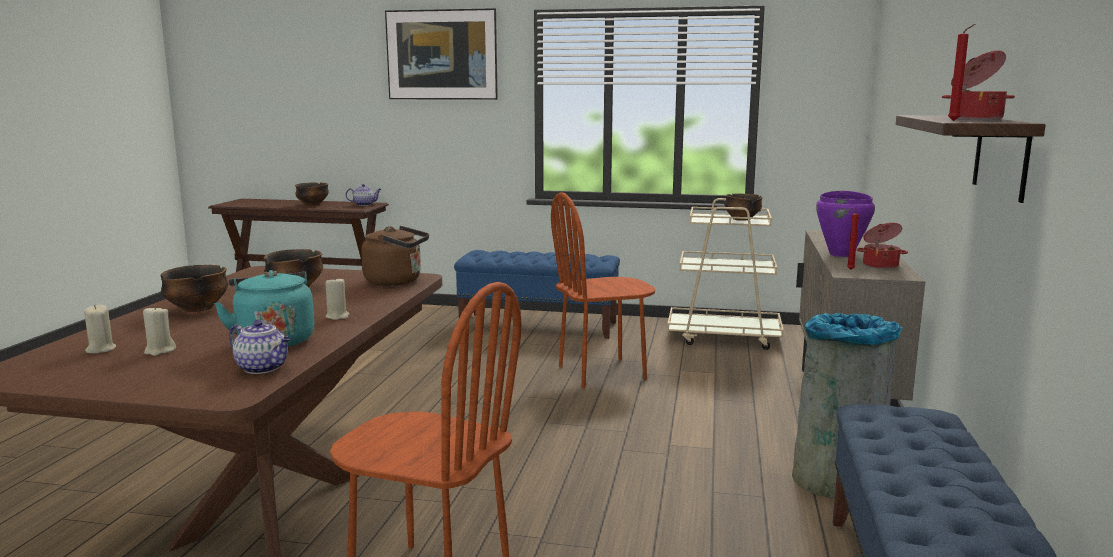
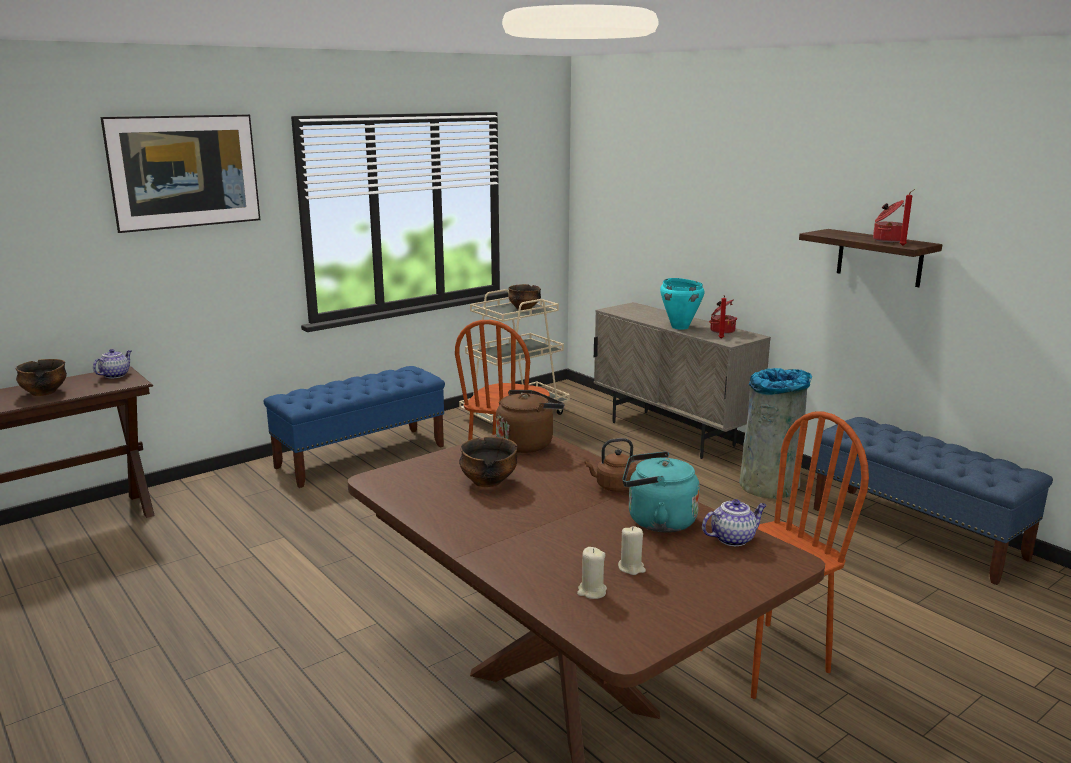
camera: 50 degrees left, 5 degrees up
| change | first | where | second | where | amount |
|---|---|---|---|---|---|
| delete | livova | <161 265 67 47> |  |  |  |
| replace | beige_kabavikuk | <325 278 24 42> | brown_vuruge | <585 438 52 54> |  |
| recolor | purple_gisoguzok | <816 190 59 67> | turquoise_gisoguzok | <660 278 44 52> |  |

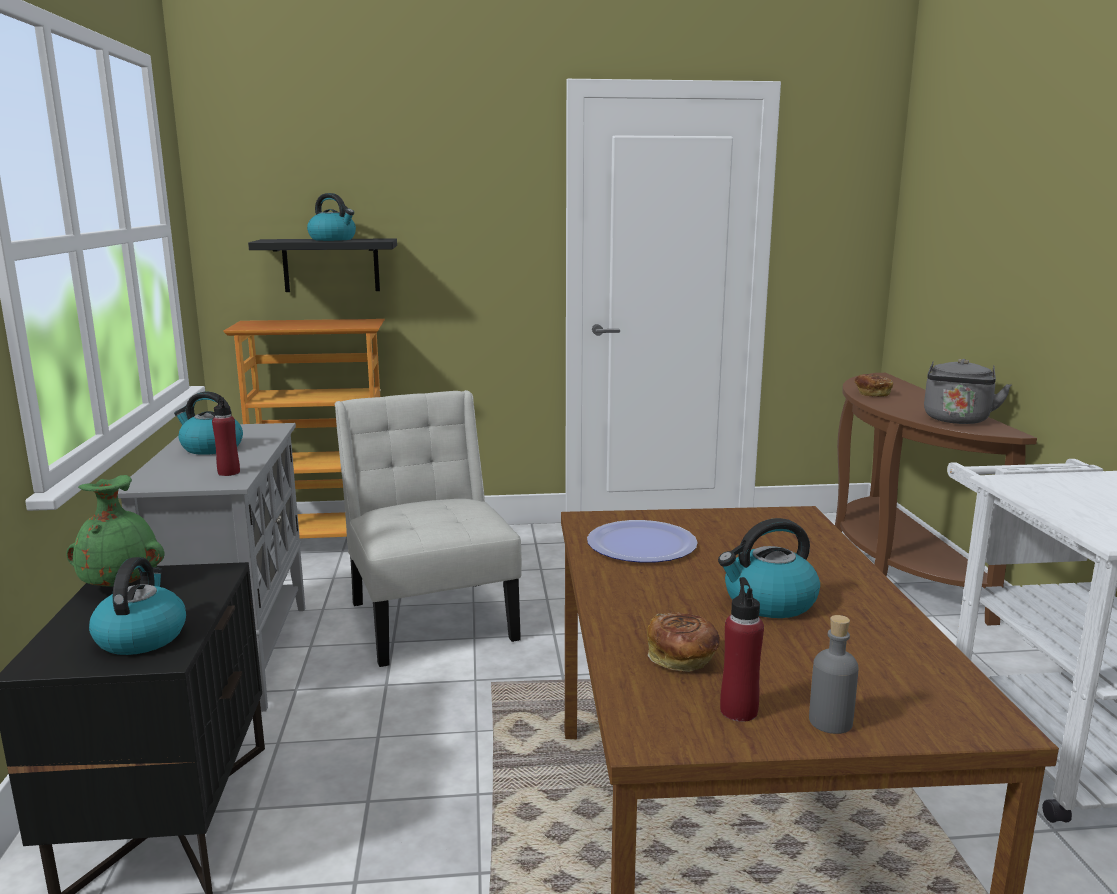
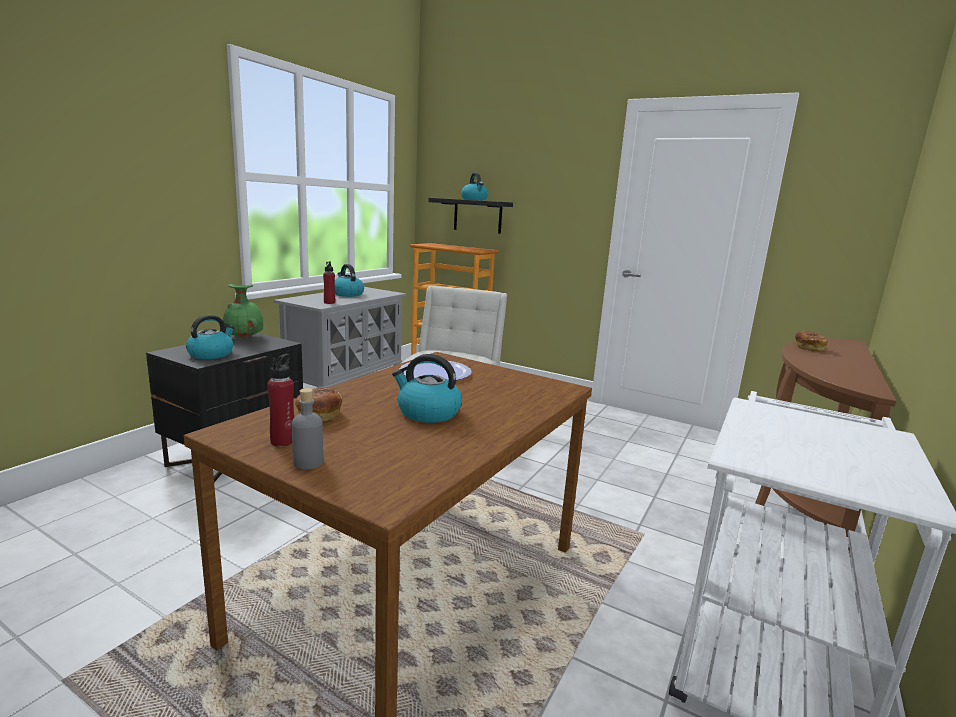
camera: 35 degrees right, 0 degrees up
| change | first | where | second | where | amount |
|---|---|---|---|---|---|
| delete | grey_vuruge | <924 359 88 65> |  |  |  |

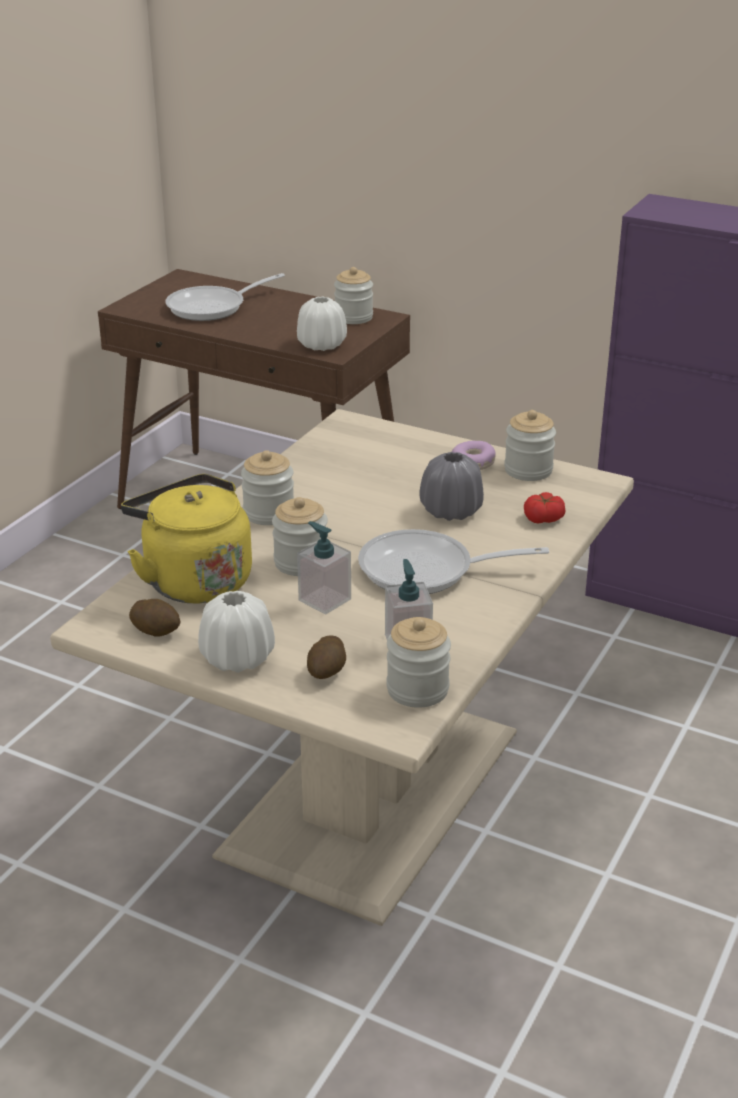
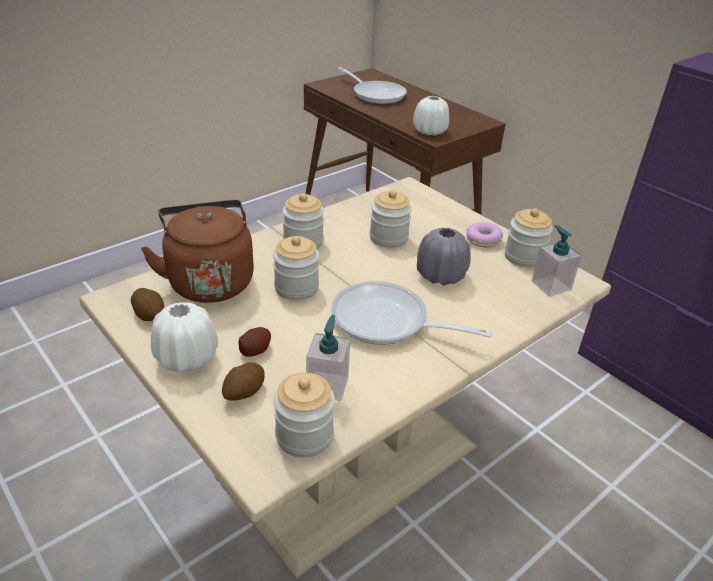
camera: 20 degrees right, 5 degrees up
| change | first | where | second | where | amount |
|---|---|---|---|---|---|
| delete | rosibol | <524 492 41 32> |  |  |  |
| insert |  |  | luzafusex | <238 327 33 30> |  |
| move | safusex | <297 521 54 93> |  | <531 225 51 72> |  |
| move | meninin | <334 267 39 57> |  | <369 190 43 58> |  |
| recolor | yellow_vuruge | <121 474 131 129> | brown_vuruge | <141 200 113 103> |  |
| rotate | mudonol | <165 273 120 48> |  | <338 67 69 37> | 120 degrees counterclockwise |

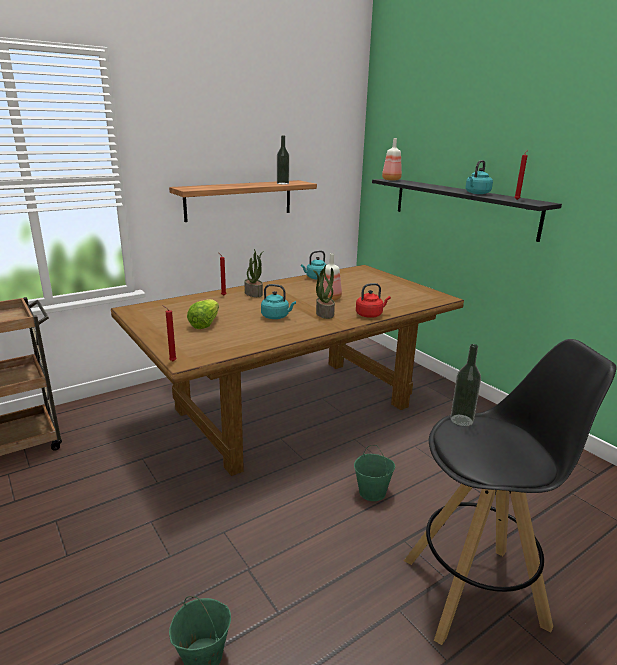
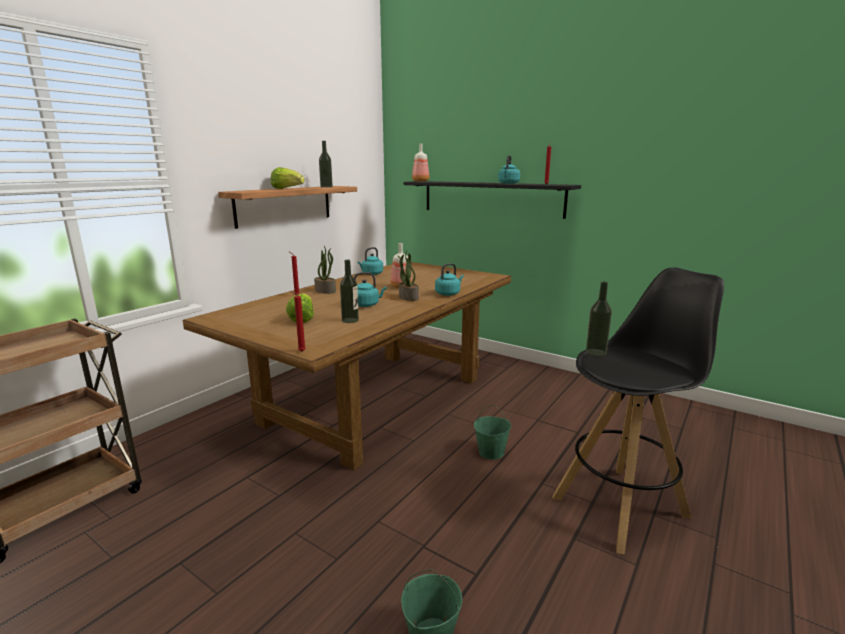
camera: 20 degrees left, 5 degrees down
| change | first | where | second | where | amount |
|---|---|---|---|---|---|
| insert |  |  | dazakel | <271 167 34 22> |  |
| insert |  |  | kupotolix | <340 259 19 64> |  |
| recolor | red_vuruge | <356 283 35 35> | turquoise_vuruge | <435 263 29 33> |  |

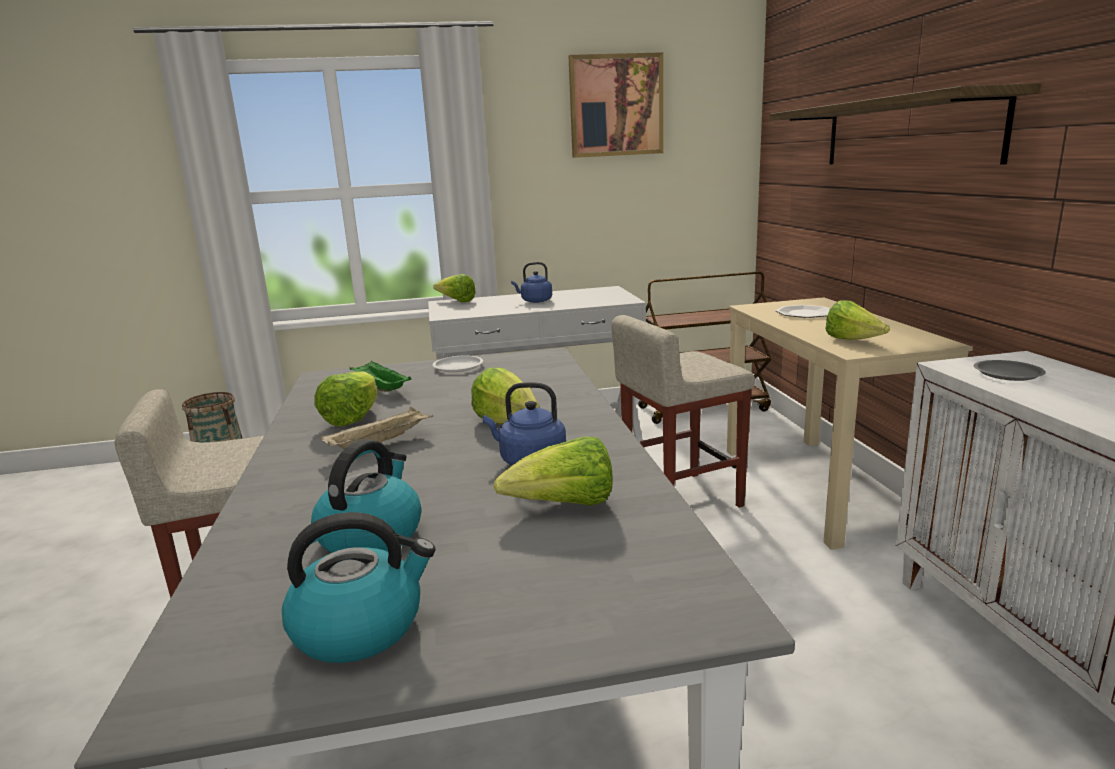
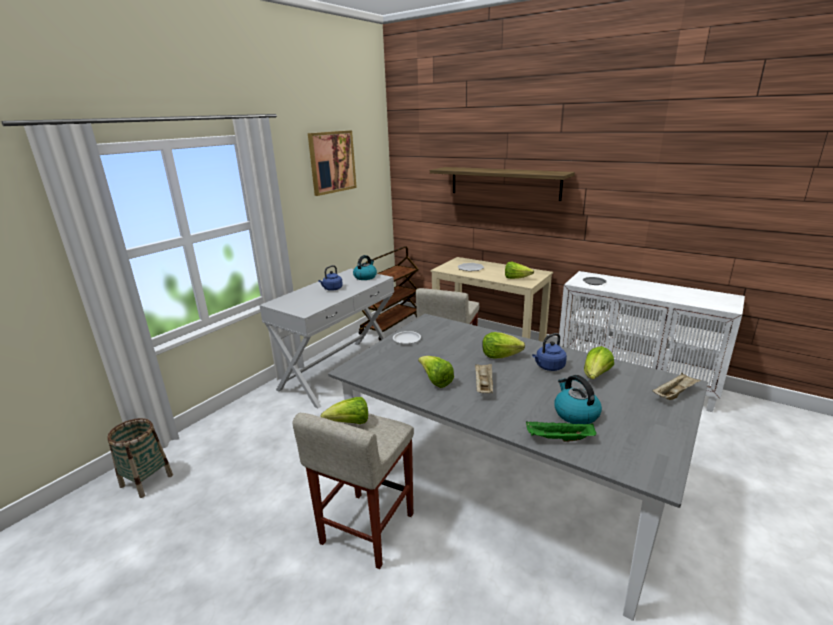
camera: 45 degrees left, 5 degrees up
| change | first | where | second | where | amount |
|---|---|---|---|---|---|
| insert |  |  | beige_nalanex | <653 372 48 28> |  |
| move | vuruge | <282 512 153 151> |  | <353 255 24 25> |  |
| move | green_nalanex | <350 360 61 32> |  | <526 422 71 20> |  |
| move | dazakel | <433 274 43 28> |  | <320 397 48 27> |  |

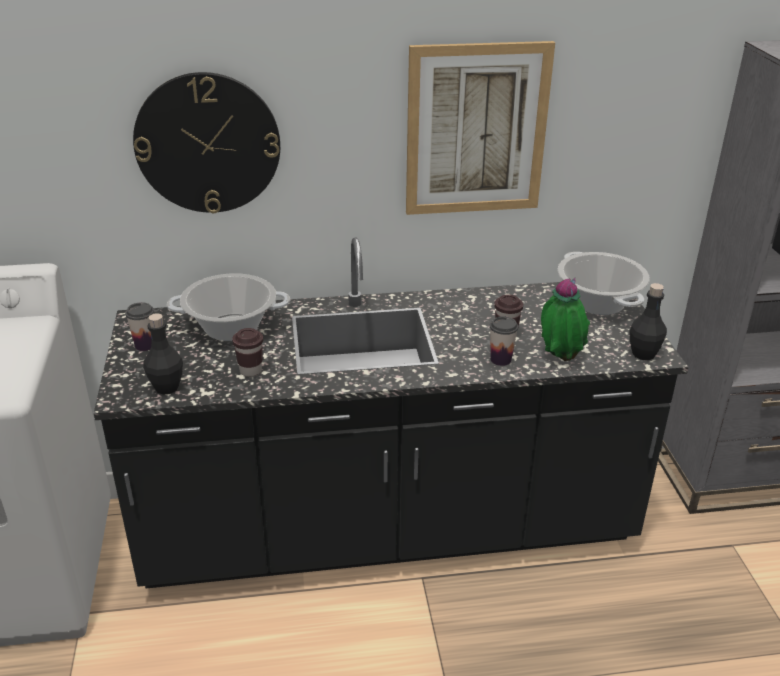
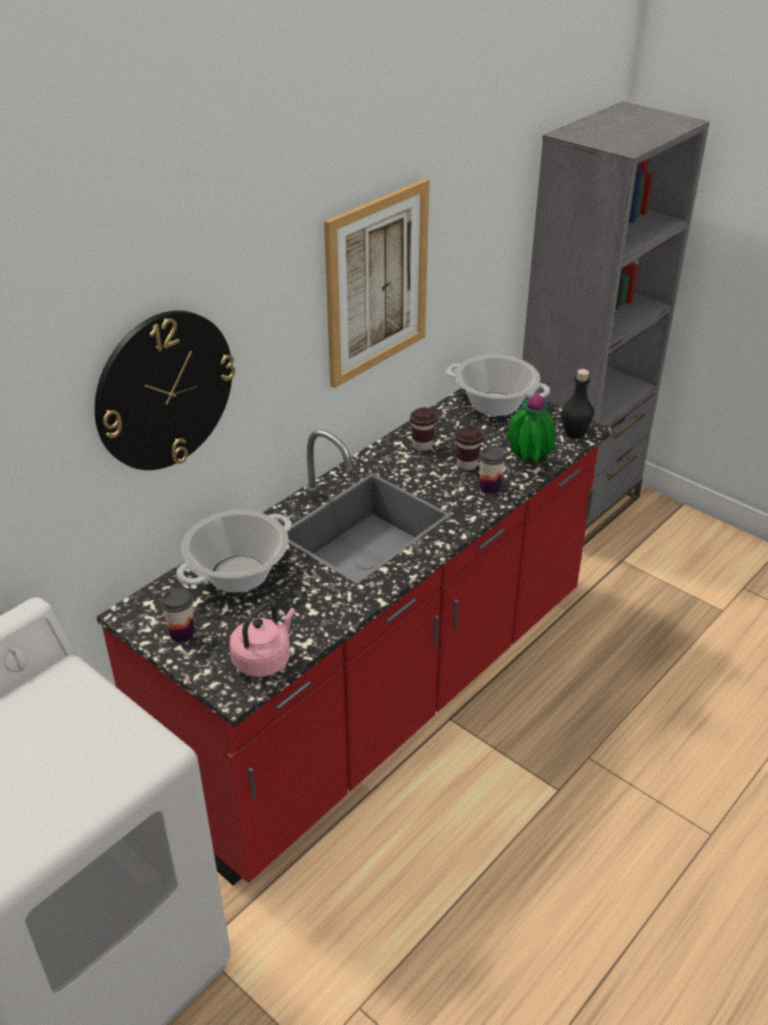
camera: 40 degrees left, 5 degrees up
| change | first | where | second | where | amount |
|---|---|---|---|---|---|
| move | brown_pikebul | <232 328 31 49> |  | <410 408 27 43> |  |
| replace | black_kupotolix | <143 313 40 82> | pink_vuruge | <229 602 67 75> |  |
| recolor | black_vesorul | <94 238 594 351> | red_vesorul | <97 388 515 498> |  |

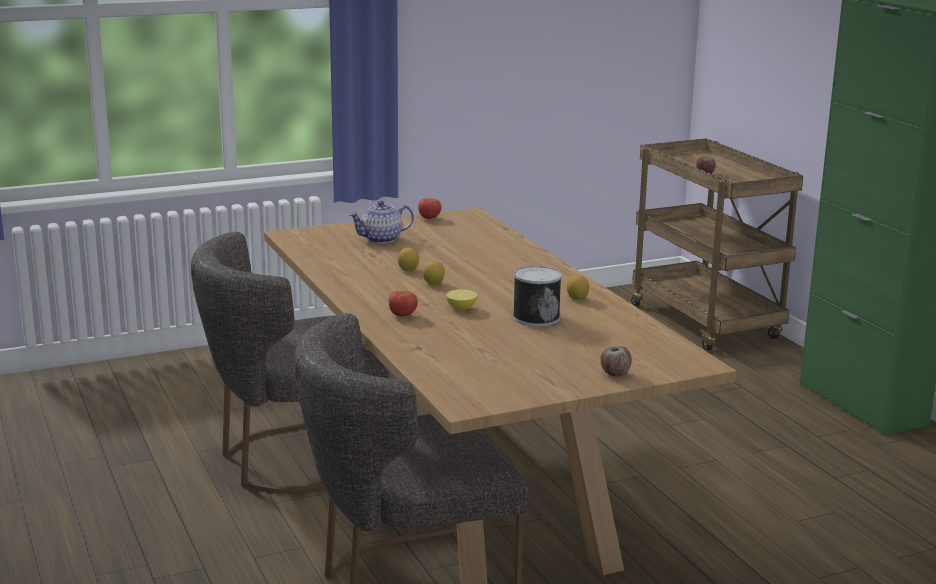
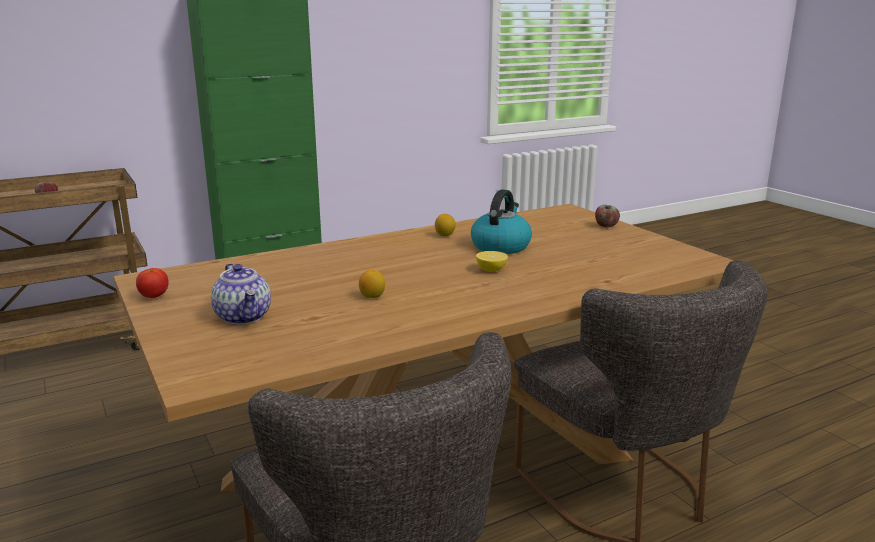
camera: 95 degrees left, 0 degrees up
| change | first | where | second | where | amount |
|---|---|---|---|---|---|
| delete | rosibol | <389 291 29 26> |  |  |  |
| delete | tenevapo | <423 260 22 25> |  |  |  |
| replace | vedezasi | <513 266 49 61> | vuruge | <471 189 61 65> |  |

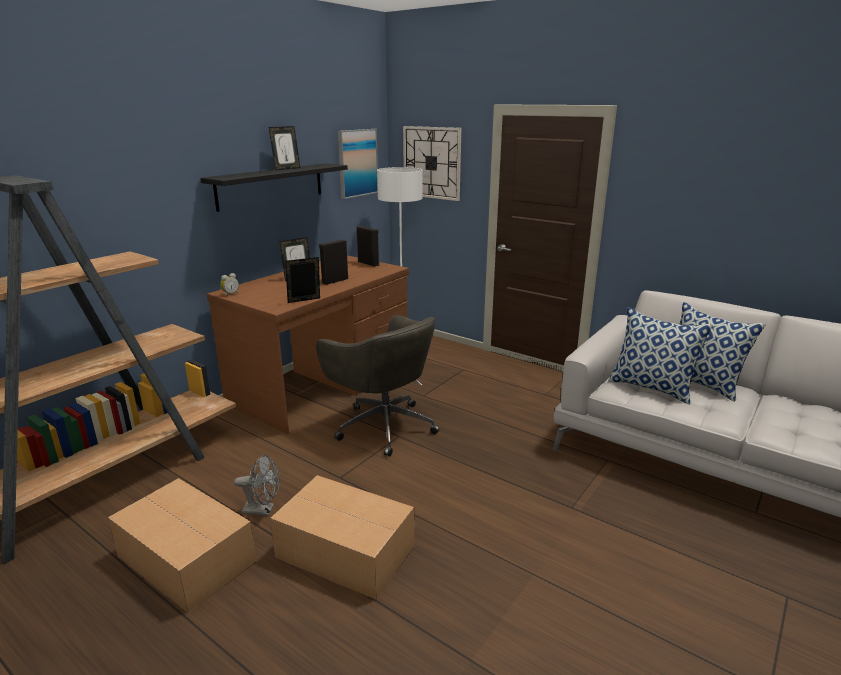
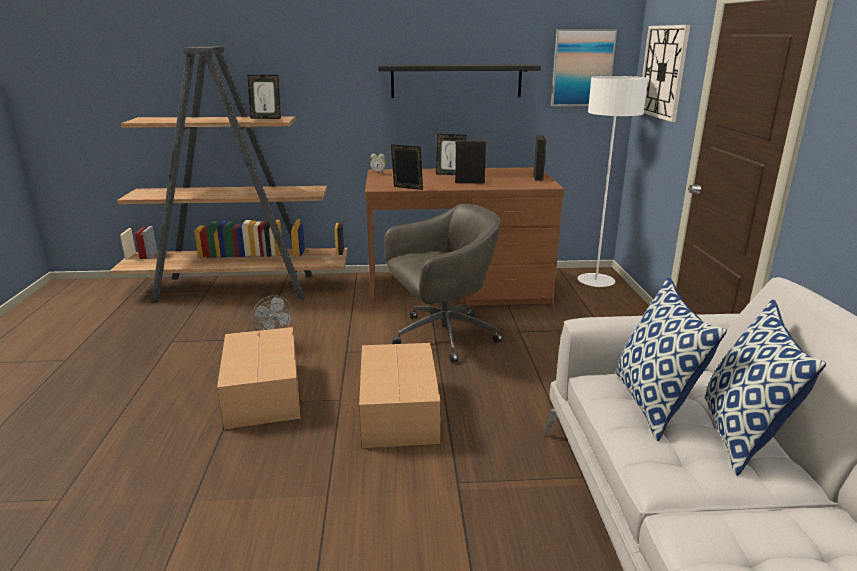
camera: 50 degrees right, 0 degrees up
| change | first | where | second | where | amount |
|---|---|---|---|---|---|
| move | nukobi | <108 478 148 135> |  | <359 343 82 105> |  |
| move | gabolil | <268 126 32 44> |  | <247 75 34 44> |  |
| rotate | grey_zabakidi | <316 315 123 142> |  | <385 204 117 159> | 120 degrees counterclockwise |

